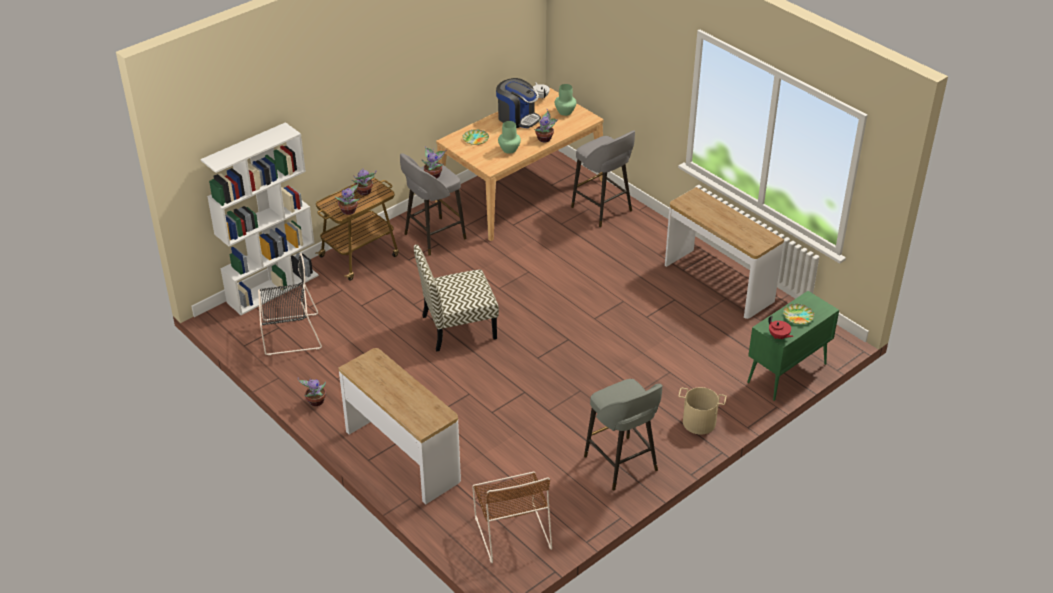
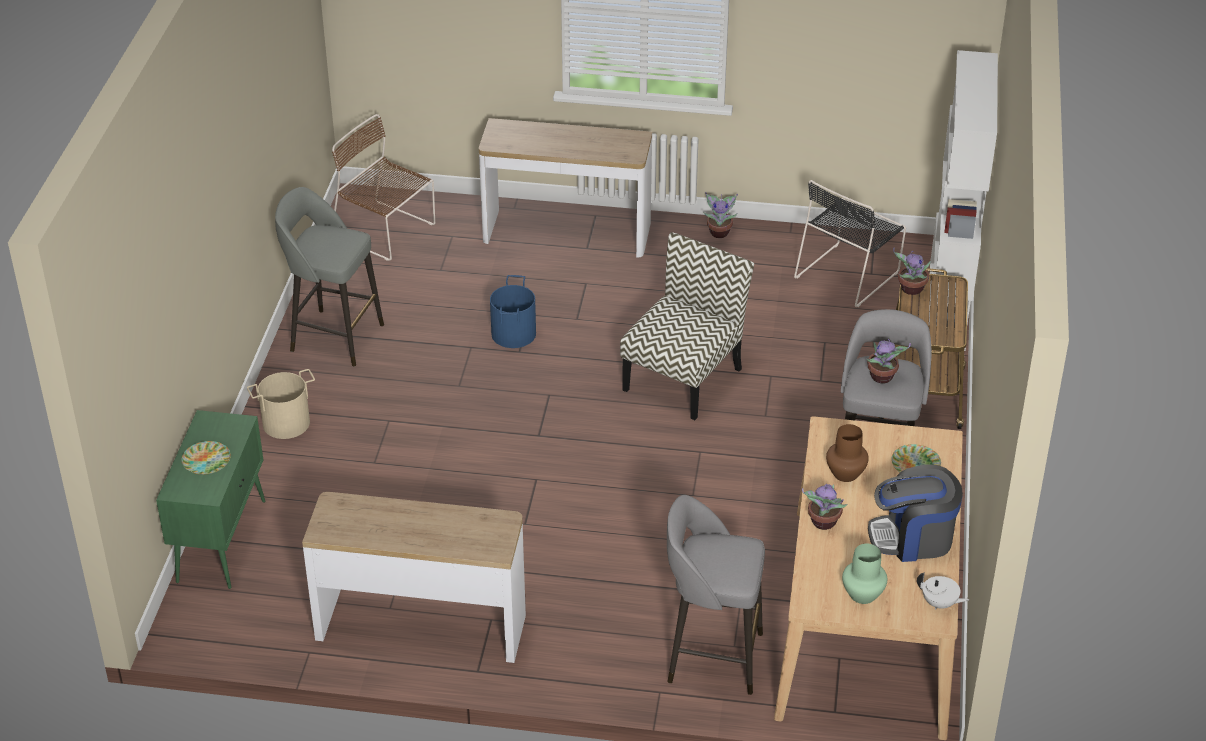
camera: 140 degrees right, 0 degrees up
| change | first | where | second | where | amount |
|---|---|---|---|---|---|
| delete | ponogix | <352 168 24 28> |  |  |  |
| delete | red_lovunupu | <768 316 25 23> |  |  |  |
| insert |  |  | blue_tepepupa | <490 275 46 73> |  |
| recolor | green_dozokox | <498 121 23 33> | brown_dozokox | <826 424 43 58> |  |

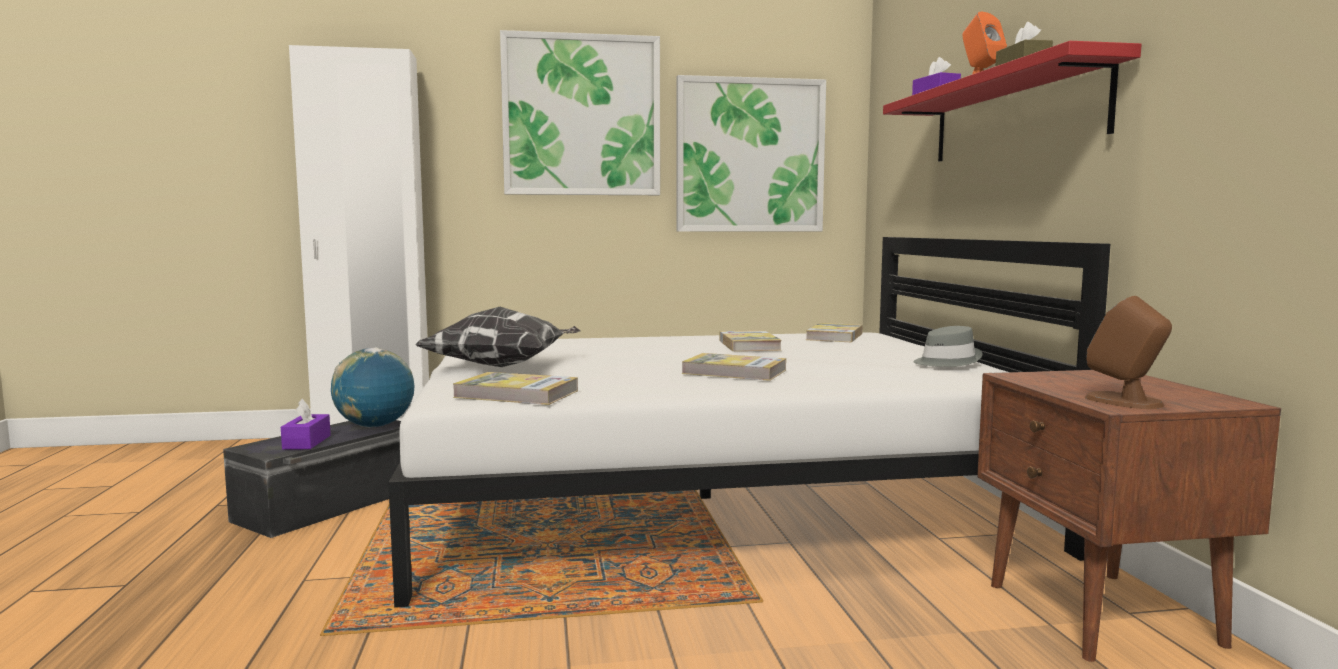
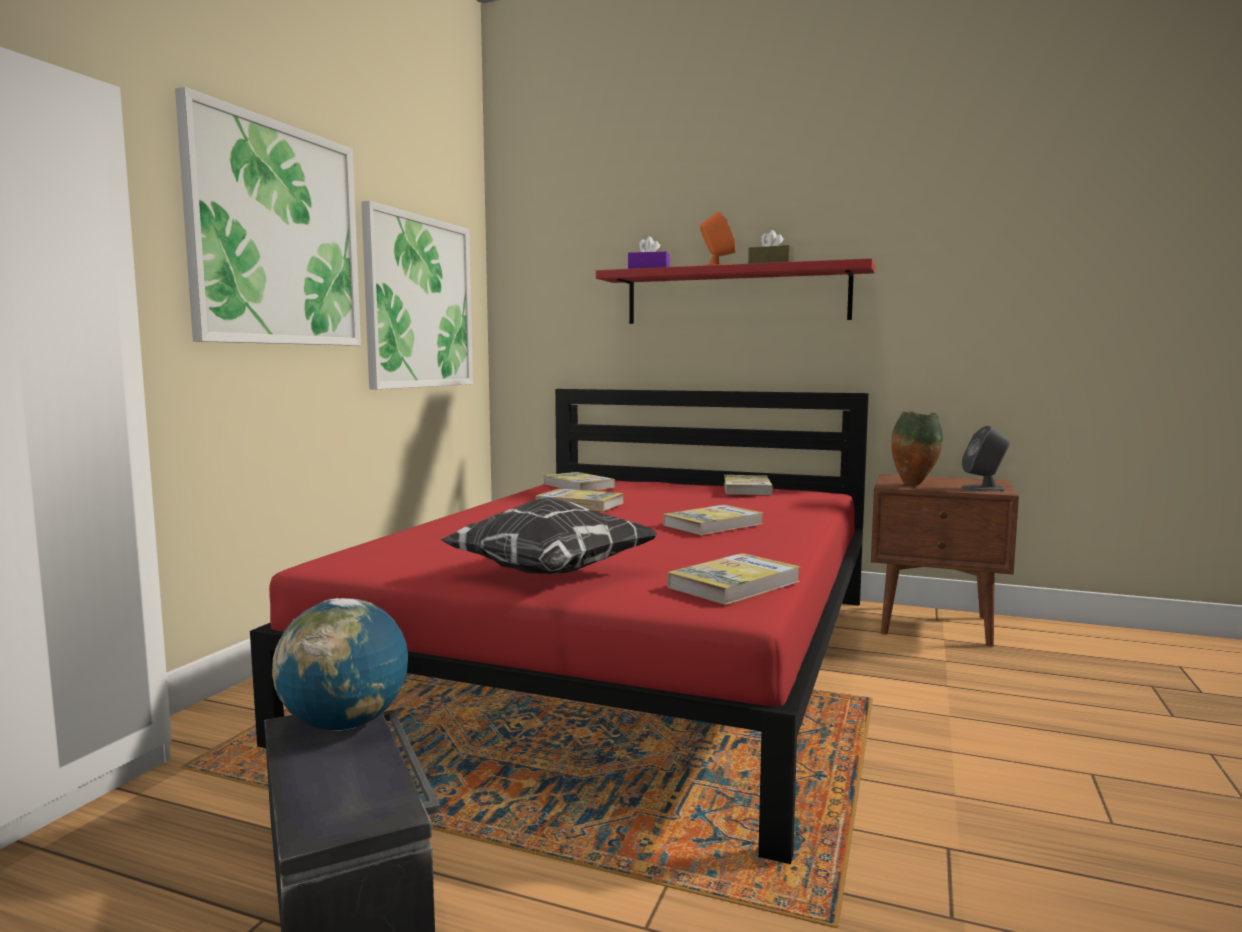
camera: 60 degrees left, 0 degrees up
| change | first | where | second | where | amount |
|---|---|---|---|---|---|
| delete | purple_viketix | <281 398 50 52> |  |  |  |
| insert |  |  | dozokox | <891 411 52 74> |  |
| replace | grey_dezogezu | <913 326 70 41> | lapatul | <724 475 48 20> |  |
| recolor | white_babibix | <388 237 722 371> | red_babibix | <250 389 619 475> |  |
| recolor | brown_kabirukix | <1085 296 87 113> | grey_kabirukix | <961 426 49 65> |  |

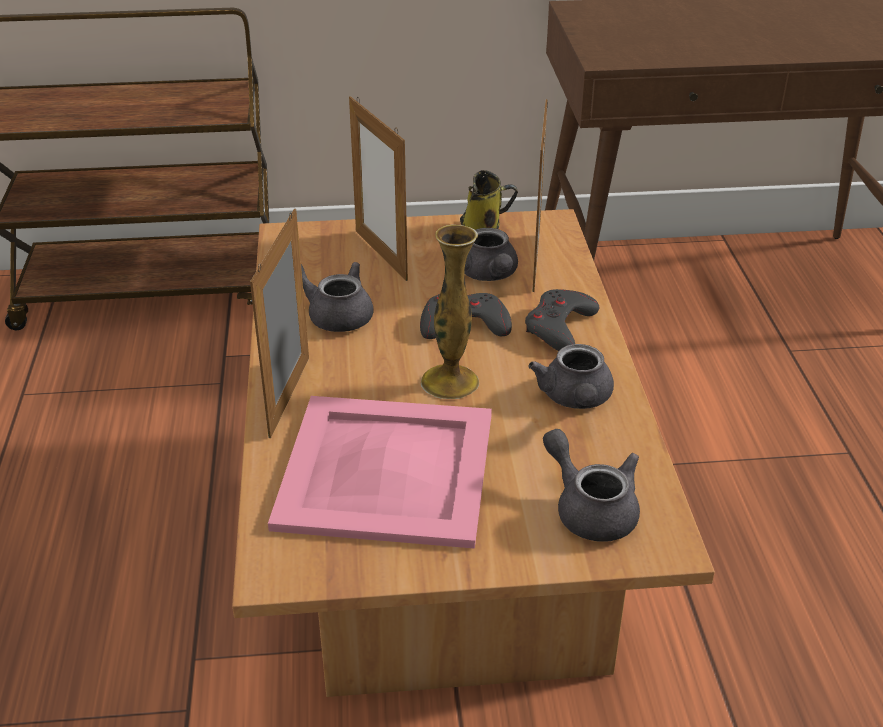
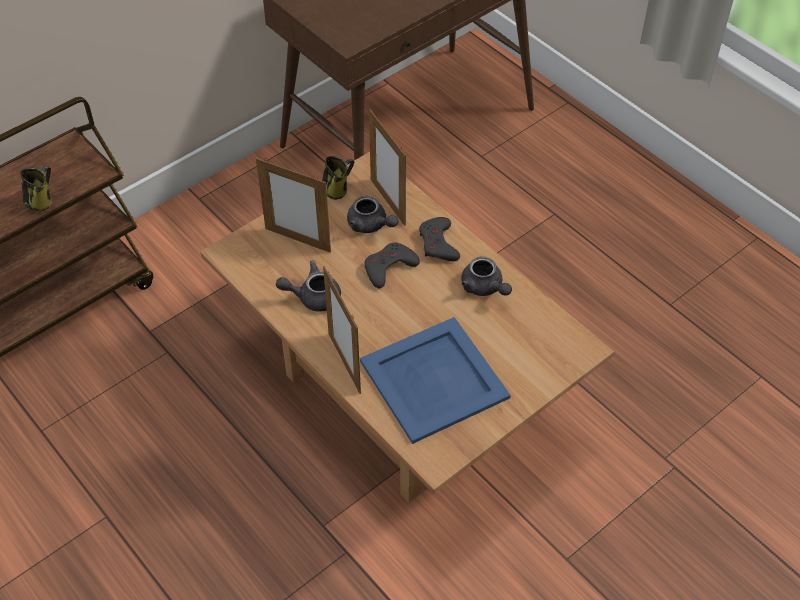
camera: 35 degrees left, 15 degrees up
| change | first | where | second | where | amount |
|---|---|---|---|---|---|
| delete | dozokox | <421 224 58 175> |  |  |  |
| delete | grey_lovunupu | <543 429 97 113> |  |  |  |
| insert |  |  | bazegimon | <20 166 32 46> |  |
| recolor | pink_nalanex | <268 396 224 153> | blue_nalanex | <360 317 151 127> |  |

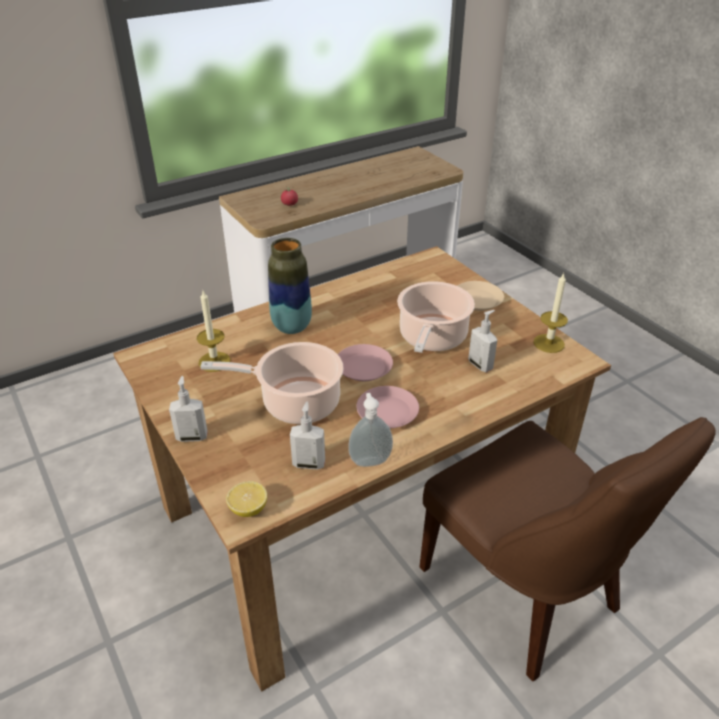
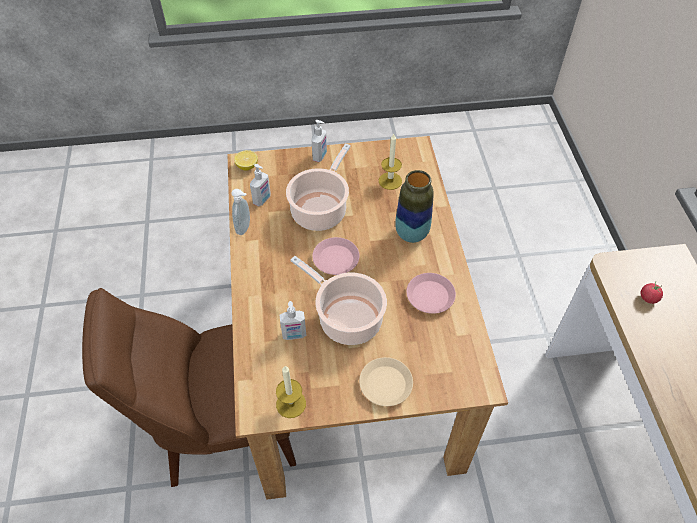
camera: 115 degrees right, 15 degrees up
| change | first | where | second | where | amount |
|---|---|---|---|---|---|
| move | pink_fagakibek | <356 386 63 42> |  | <407 273 49 41> |  |

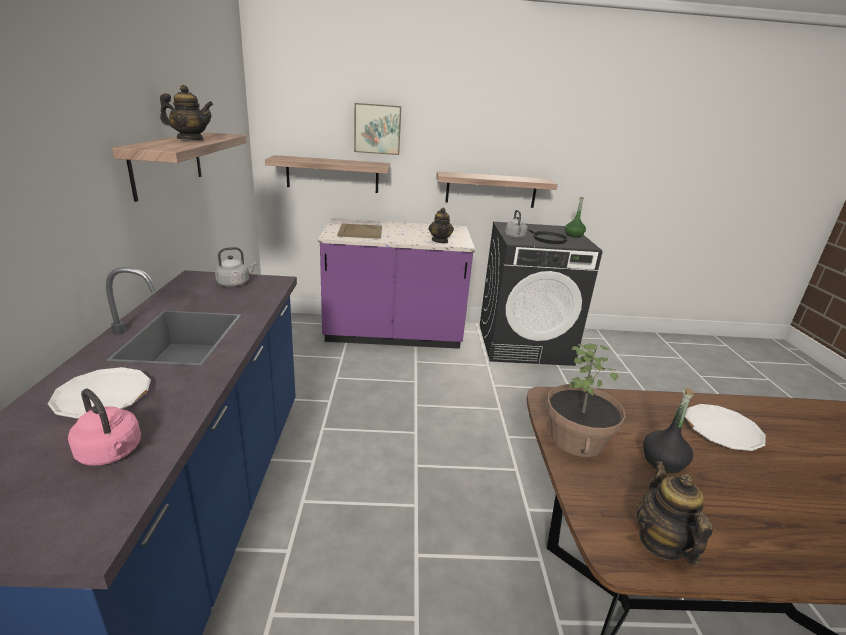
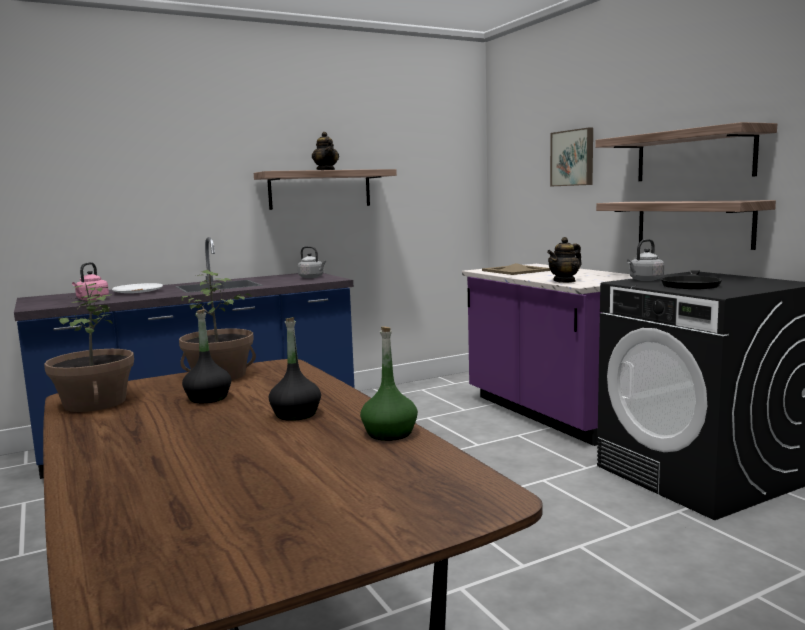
camera: 65 degrees right, 15 degrees down
| change | first | where | second | where | amount |
|---|---|---|---|---|---|
| move | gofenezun | <265 155 125 38> |  | <595 122 182 59> |  |
| move | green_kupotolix | <565 197 21 41> |  | <360 326 58 115> |  |
| replace | lovunupu | <637 462 76 104> | ponogix | <44 283 90 129> |  |
| replace | white_fagakibek | <685 404 81 47> | black_kupotolix | <269 317 52 104> |  |

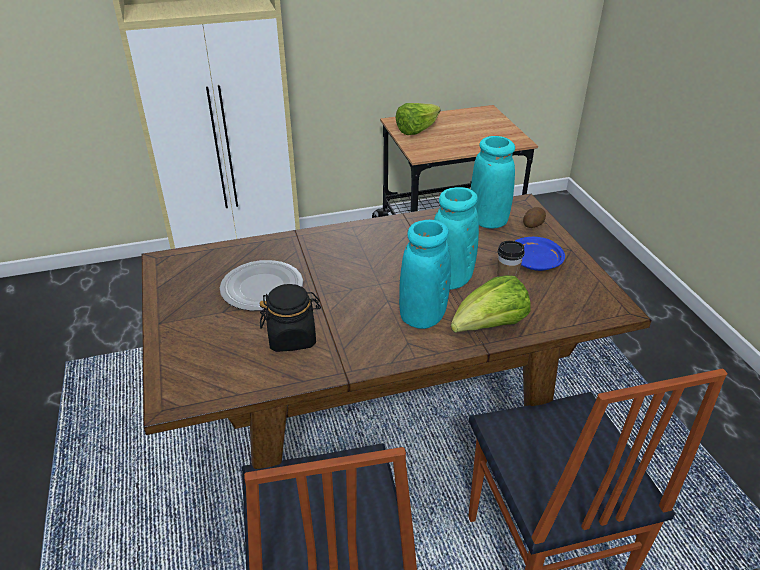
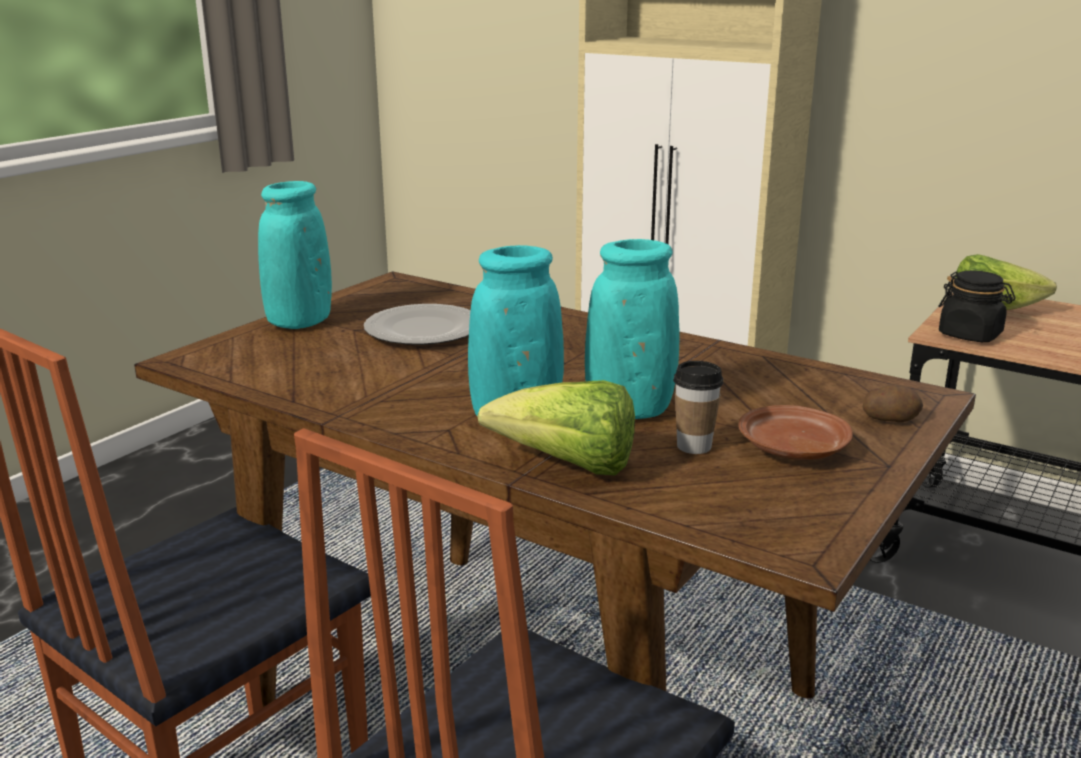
camera: 50 degrees right, 15 degrees down
| change | first | where | second | where | amount |
|---|---|---|---|---|---|
| move | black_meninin | <259 284 62 68> |  | <938 271 78 71> |  |
| move | turquoise_dozokox | <471 136 44 93> |  | <258 181 74 148> |  |
| recolor | blue_fagakibek | <515 237 50 34> | brown_fagakibek | <738 405 115 55> |  |

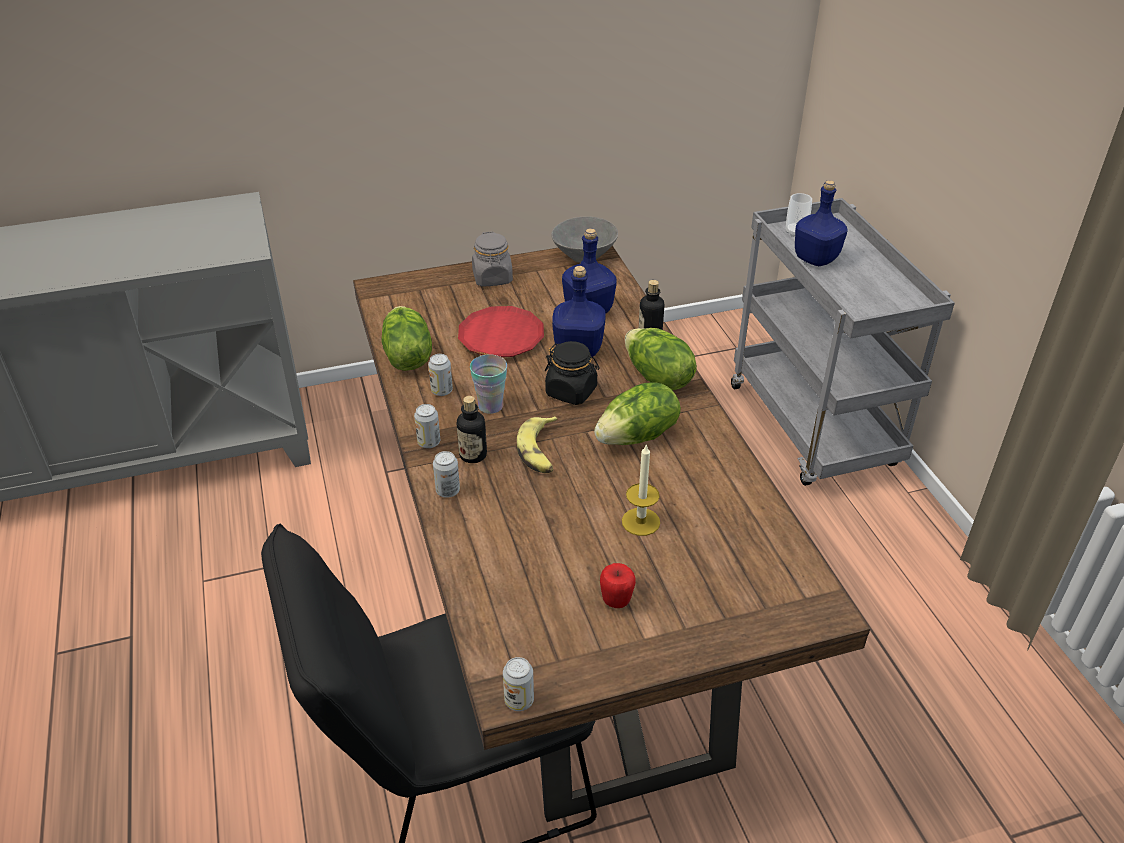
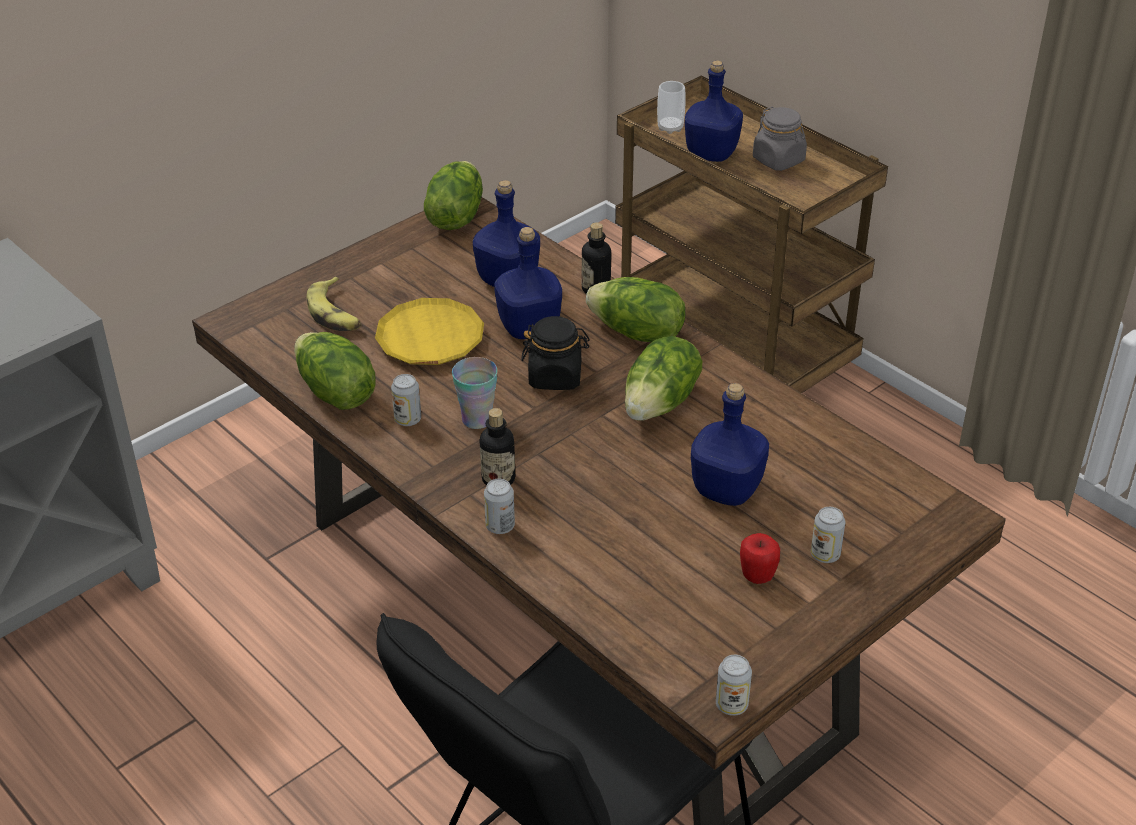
camera: 25 degrees left, 0 degrees up
| change | first | where | second | where | amount |
|---|---|---|---|---|---|
| move | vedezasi | <414 404 26 44> |  | <811 507 34 56> |  |
| move | grey_meninin | <472 231 41 56> |  | <753 107 54 64> |  |
| move | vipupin | <517 416 41 57> |  | <306 277 55 54> |  |
| replace | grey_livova | <551 216 67 47> | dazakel | <424 161 59 69> |  |
| replace | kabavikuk | <622 444 38 92> | blue_kupotolix | <691 383 78 123> |  |
| recolor | red_fagakibek | <458 306 86 51> | yellow_fagakibek | <375 298 109 67> |  |
| recolor | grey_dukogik | <731 198 224 288> | brown_dukogik | <615 75 273 318> |  |

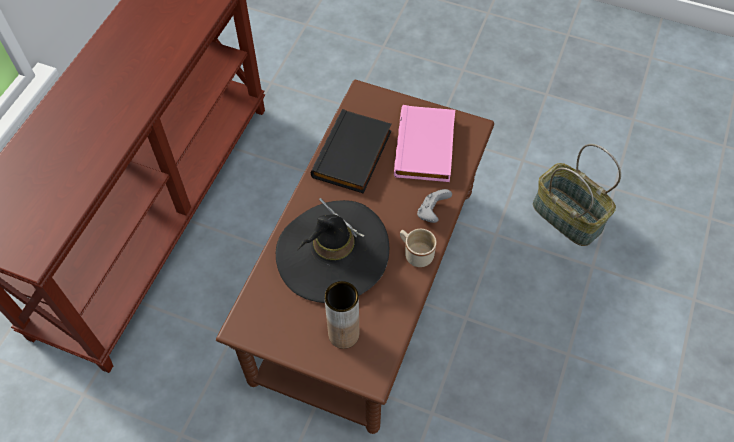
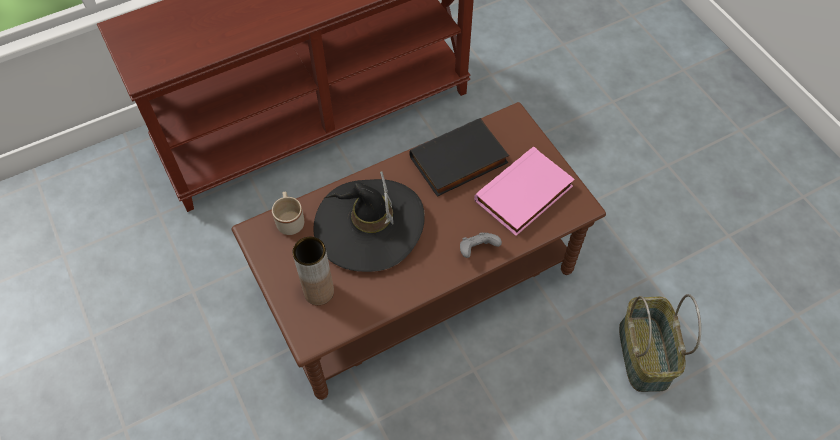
camera: 40 degrees right, 0 degrees up
| change | first | where | second | where | amount |
|---|---|---|---|---|---|
| move | beige_bazegimon | <400 229 37 38> |  | <272 192 32 43> |  |

